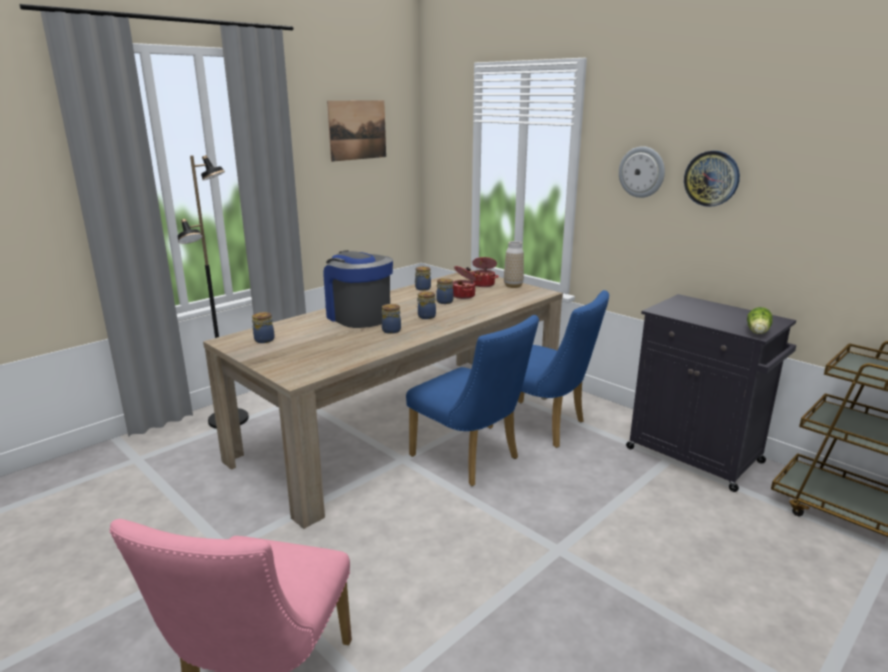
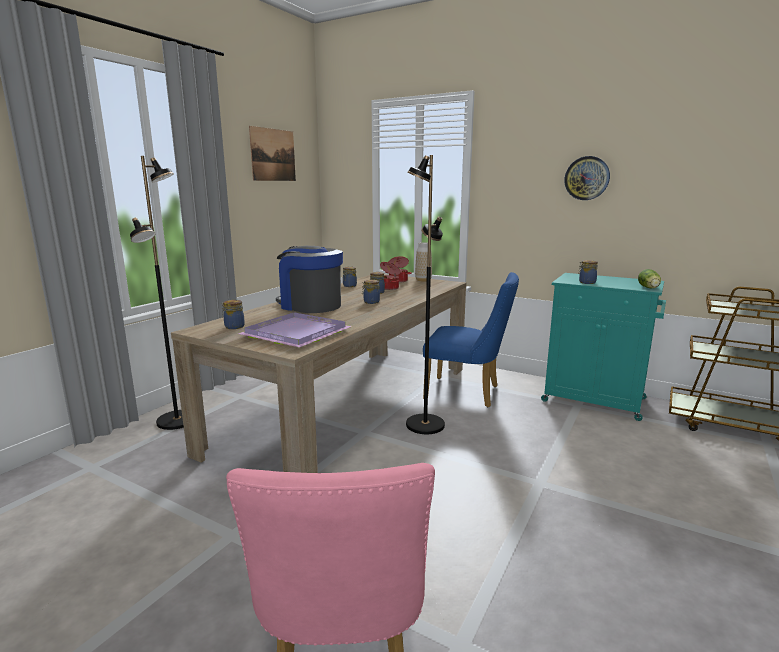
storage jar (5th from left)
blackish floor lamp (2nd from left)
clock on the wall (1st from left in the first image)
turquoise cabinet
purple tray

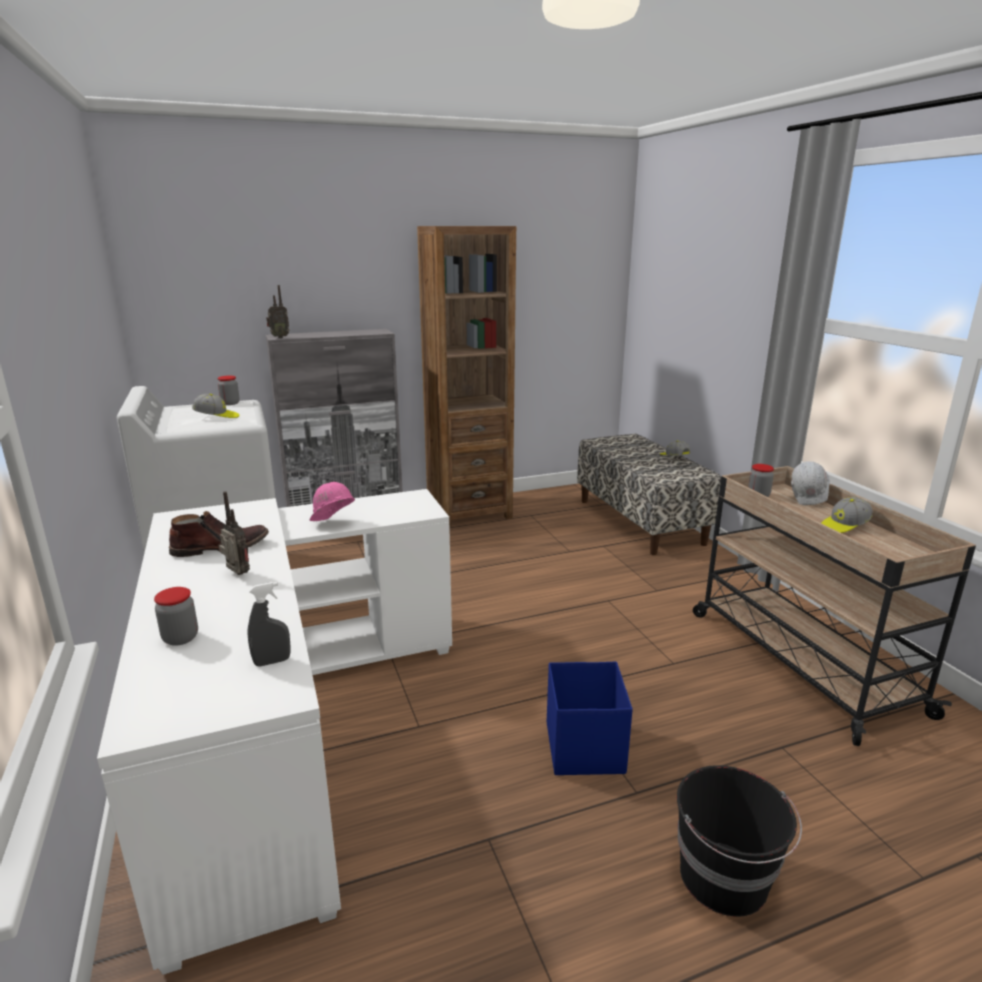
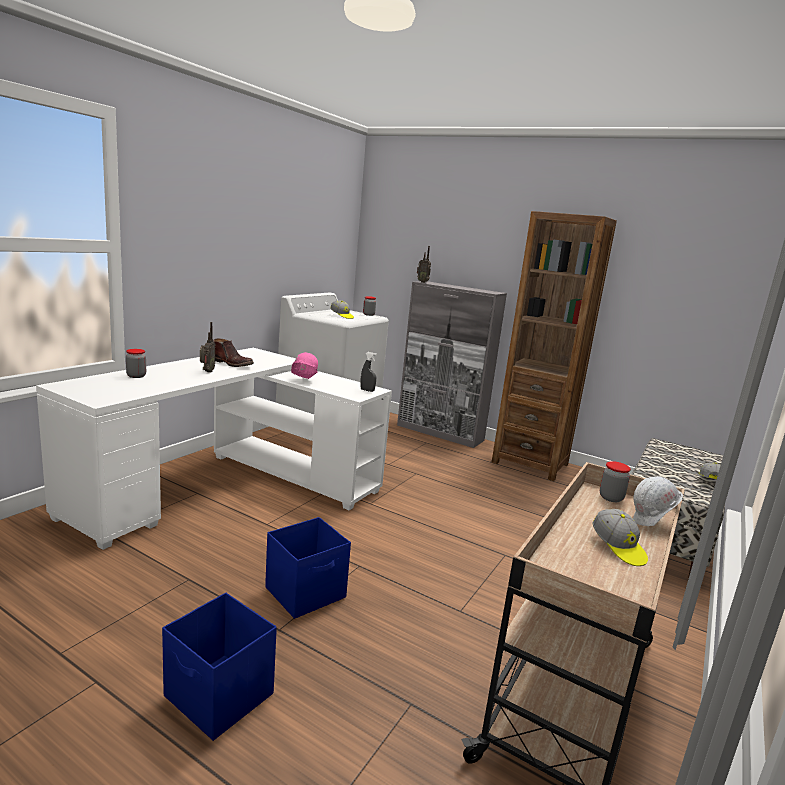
grey hand sprayer
blue-coloured storage bin (1st from left)
peaked cap (2nd from left)

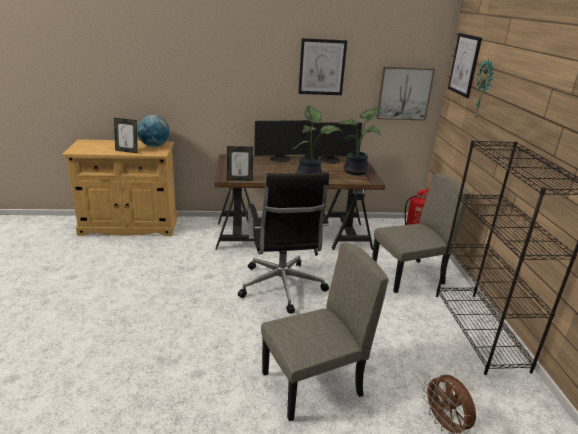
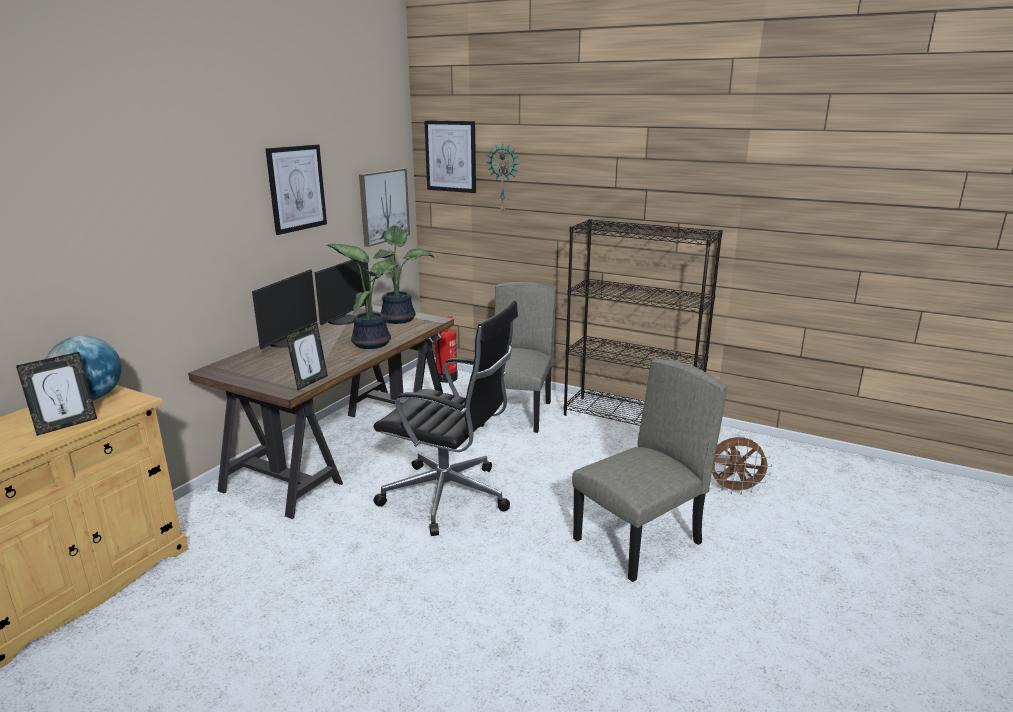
beige-coloured chair (2nd from left)

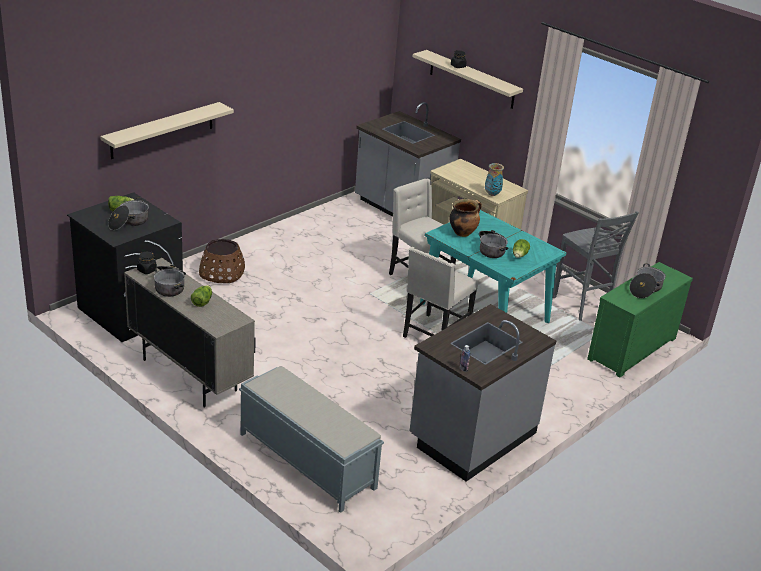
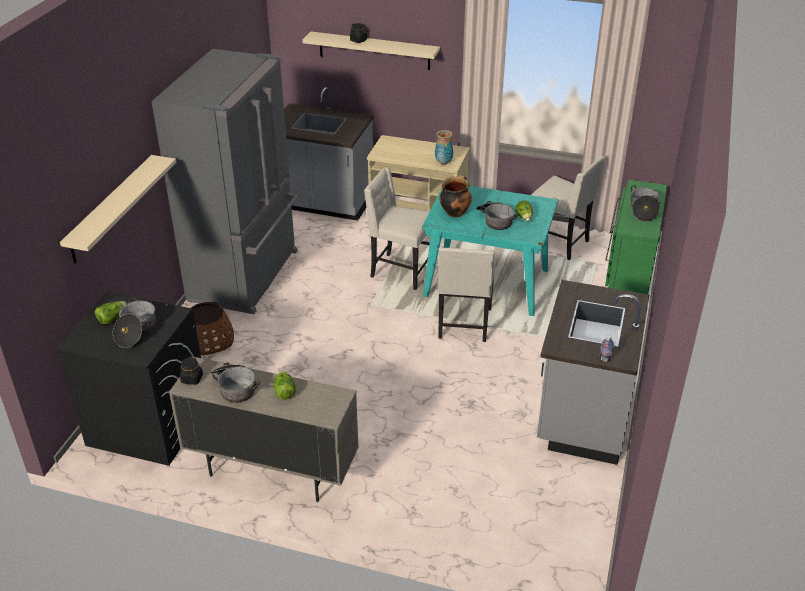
grey indoor bench
beige-coloured chair (3rd from left)
grey refrigerator

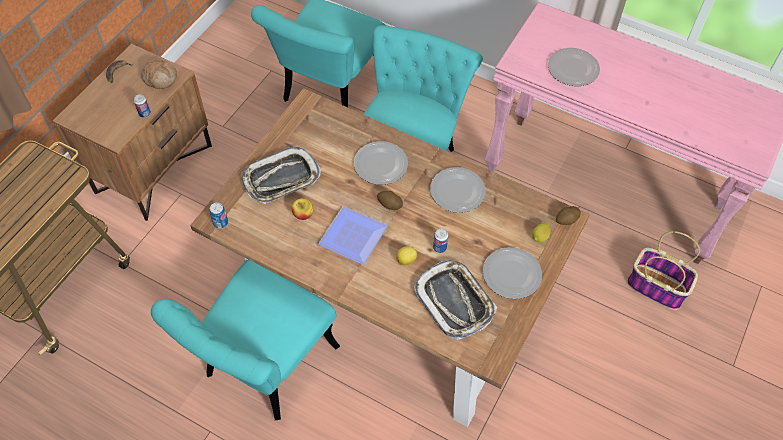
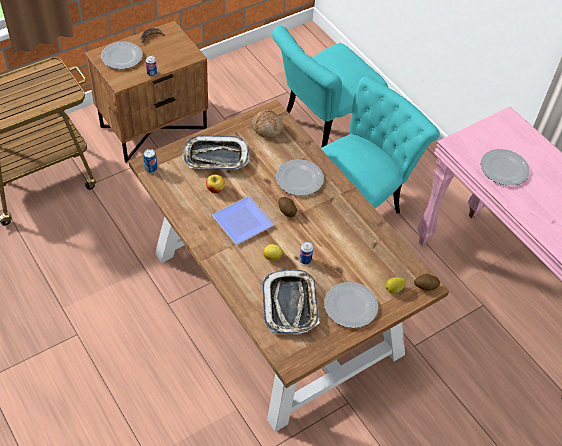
baked bread
turquoise chair (1st from left in the first image)
flat dish (1st from left)
storage basket

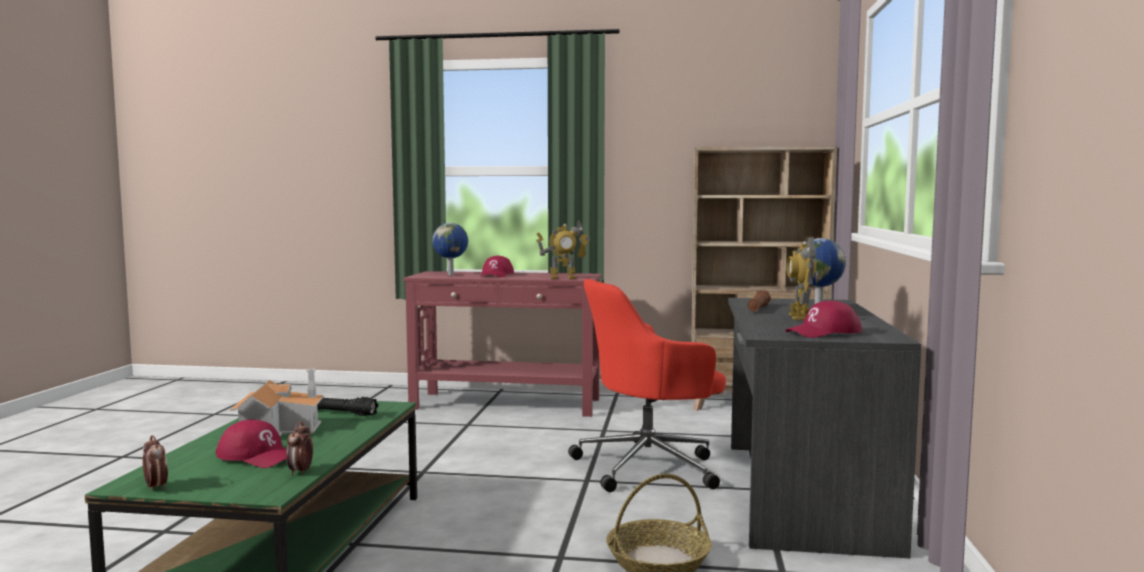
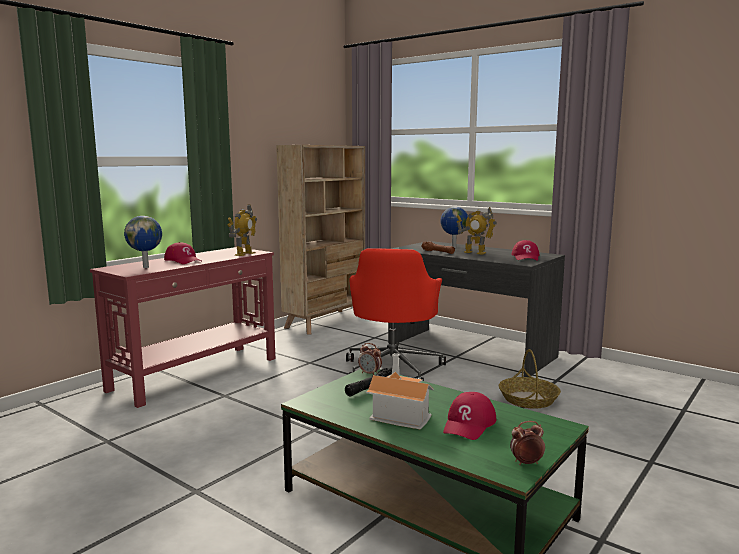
reddish peaked cap (2nd from left)
bedside clock (1st from left)

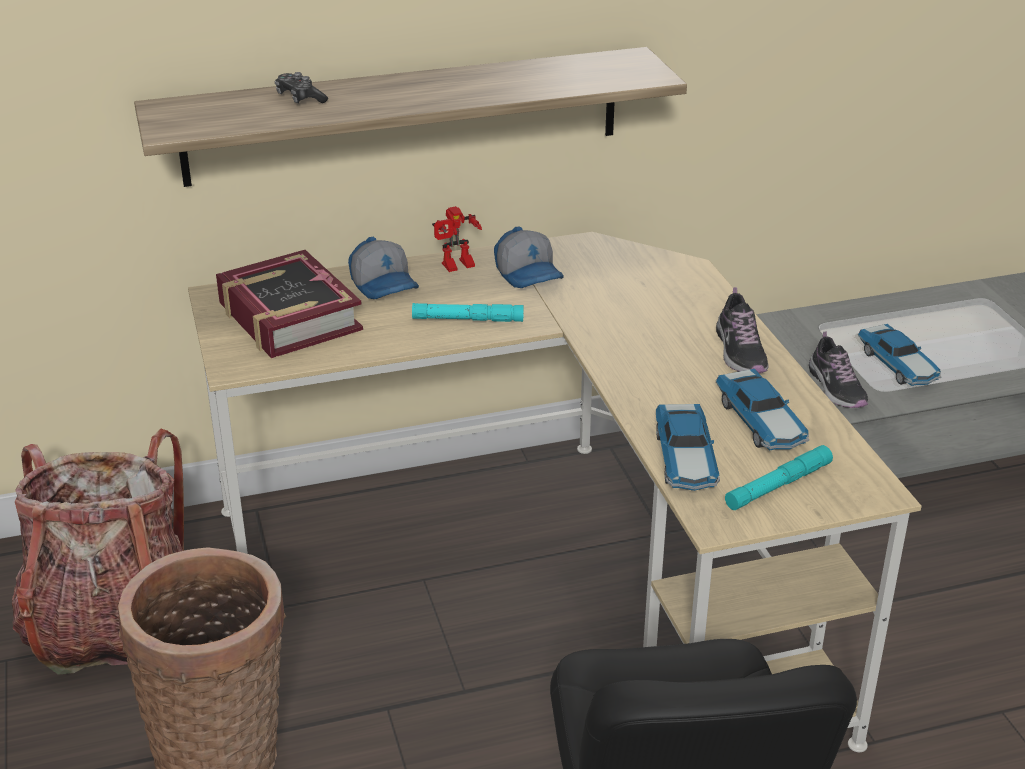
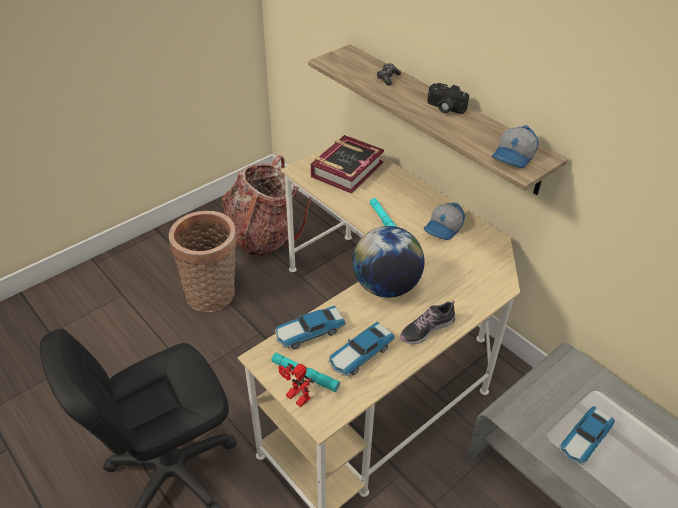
peaked cap (2nd from left)
robot figure
low shoe (2nd from left in the first image)
world globe
still camera

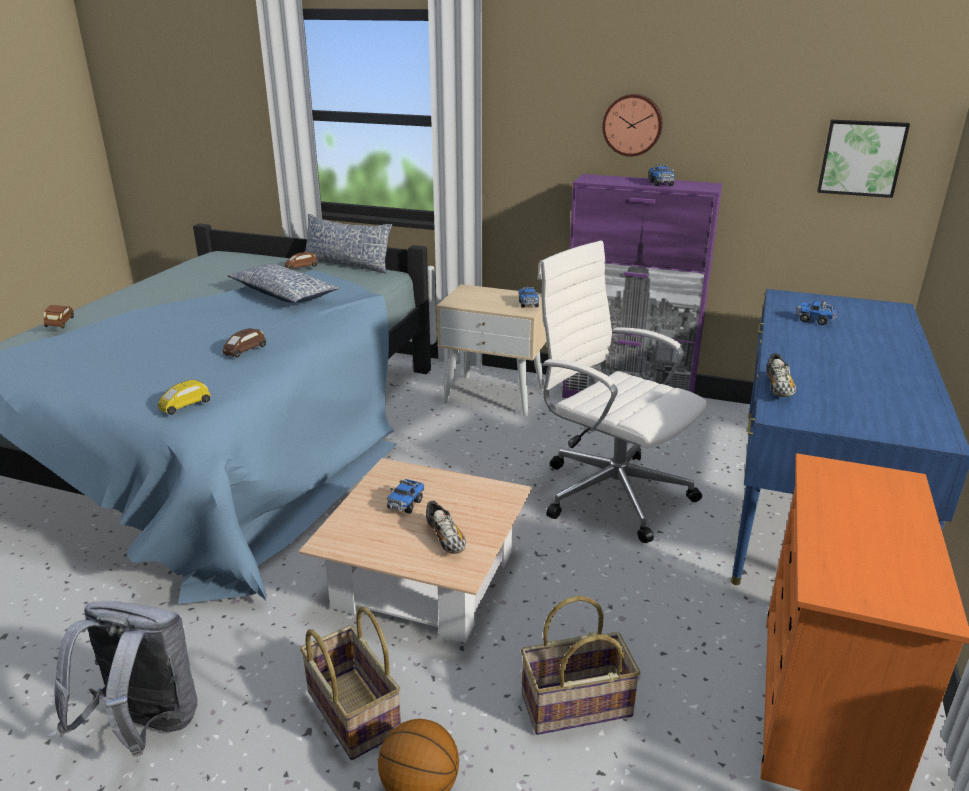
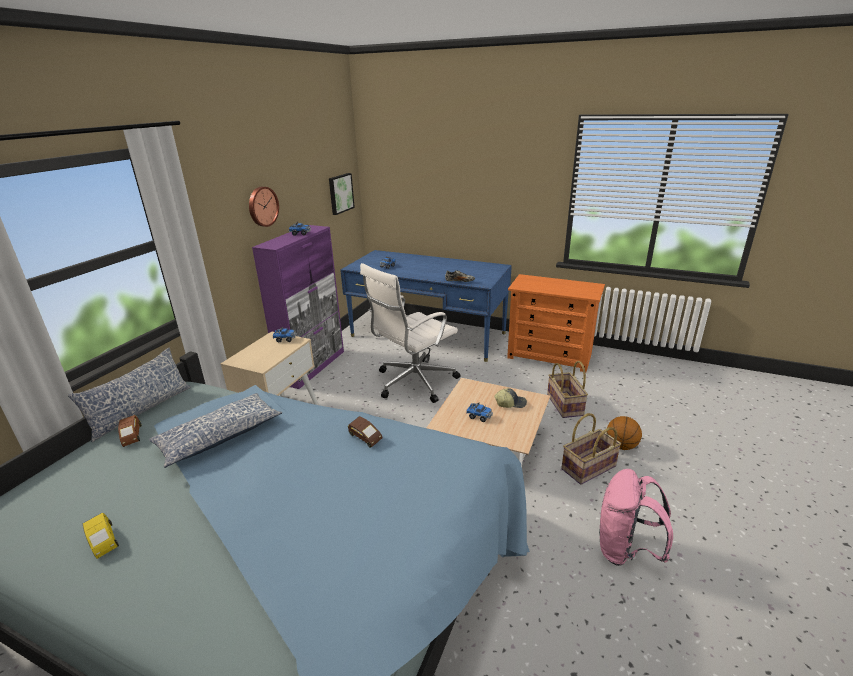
brown-coloured model car (1st from left in the first image)
pinkish knapsack
yellowish model car
peaked cap

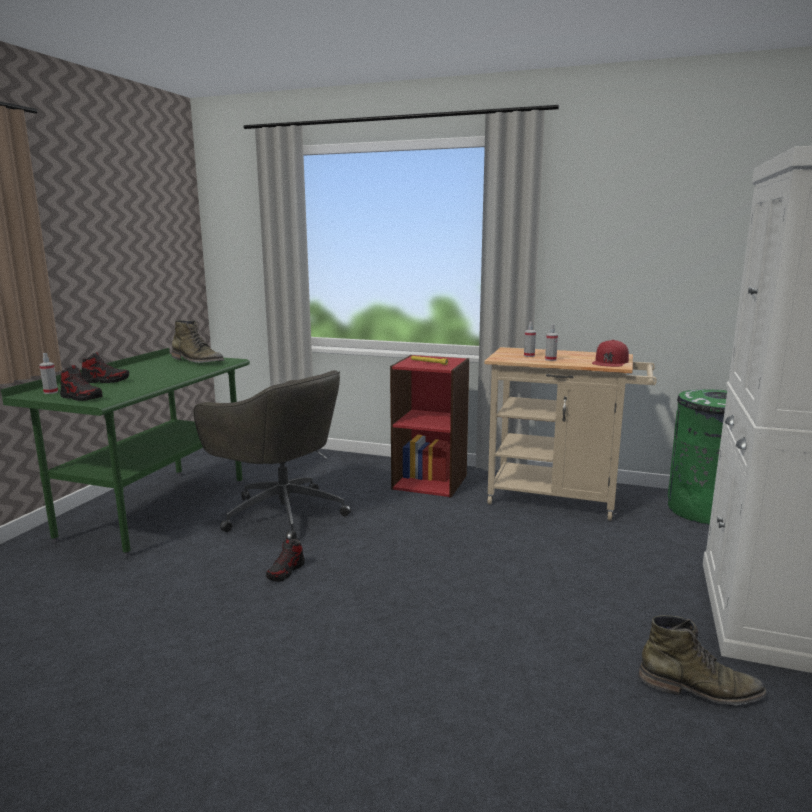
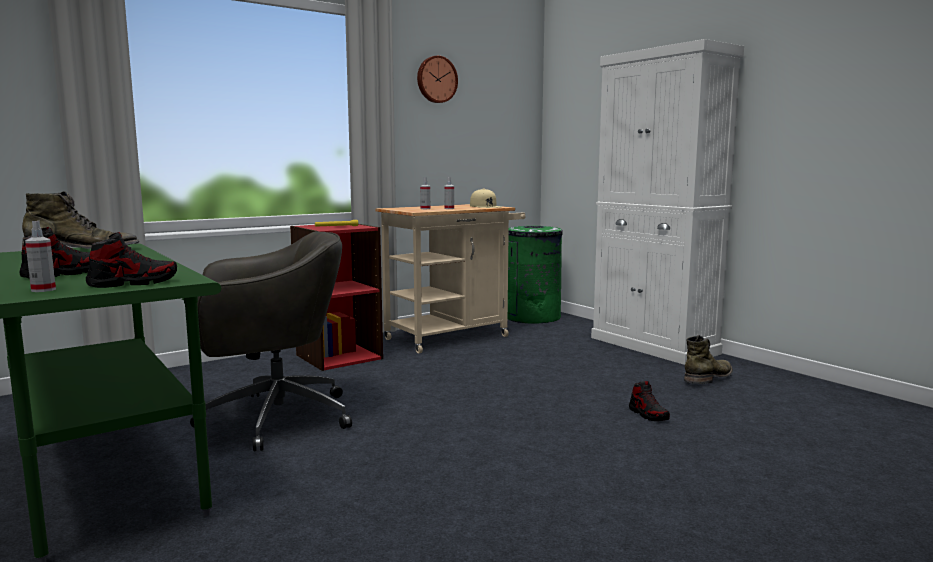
low shoe (3rd from left)
beige-coloured peaked cap
clock on the wall

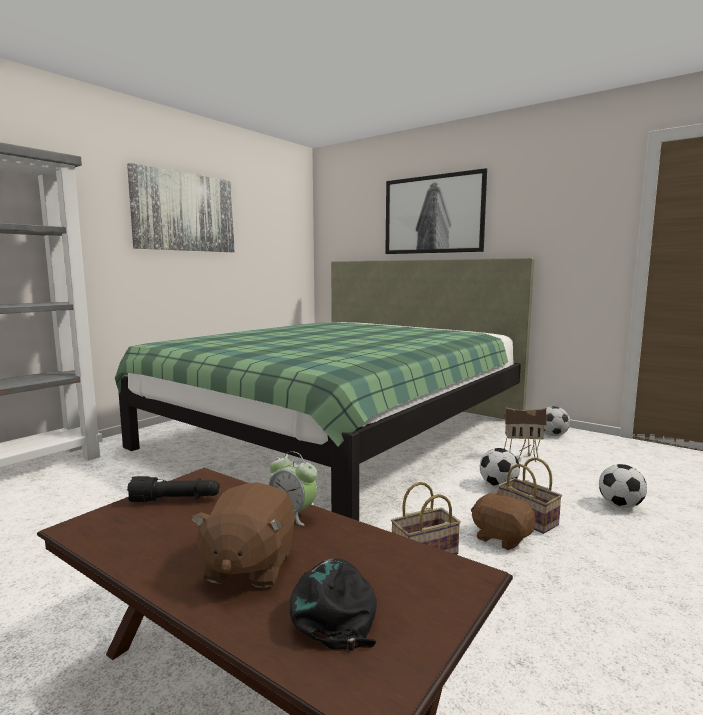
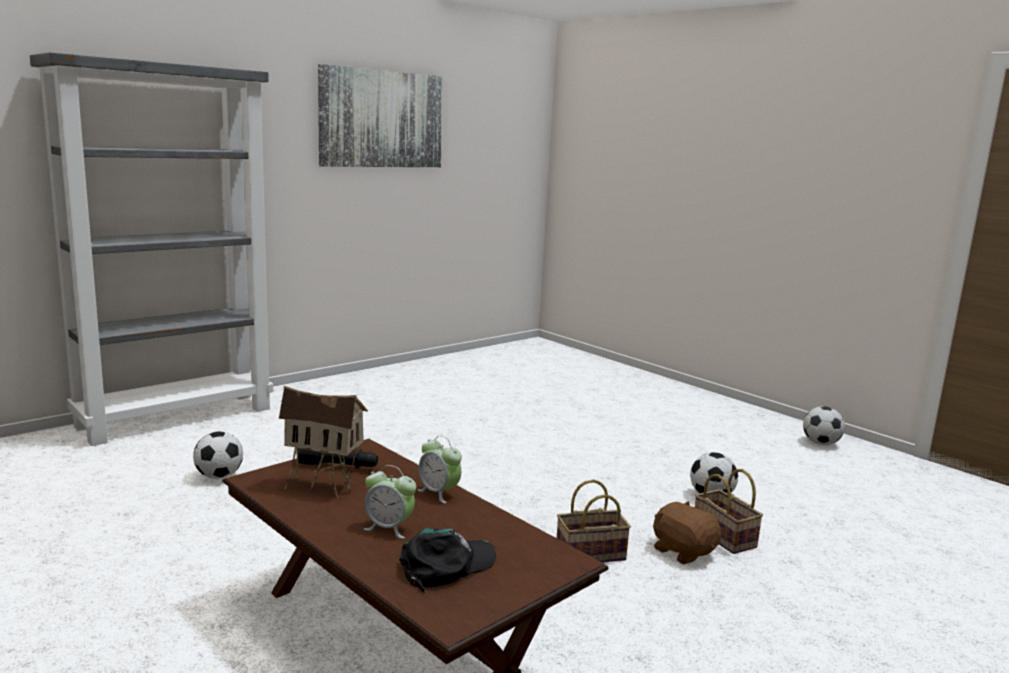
green-coloured bedroom bed
bedside clock (1st from left)
blackish peaked cap
picture (2nd from left in the first image)
toy house
football (1st from left)

